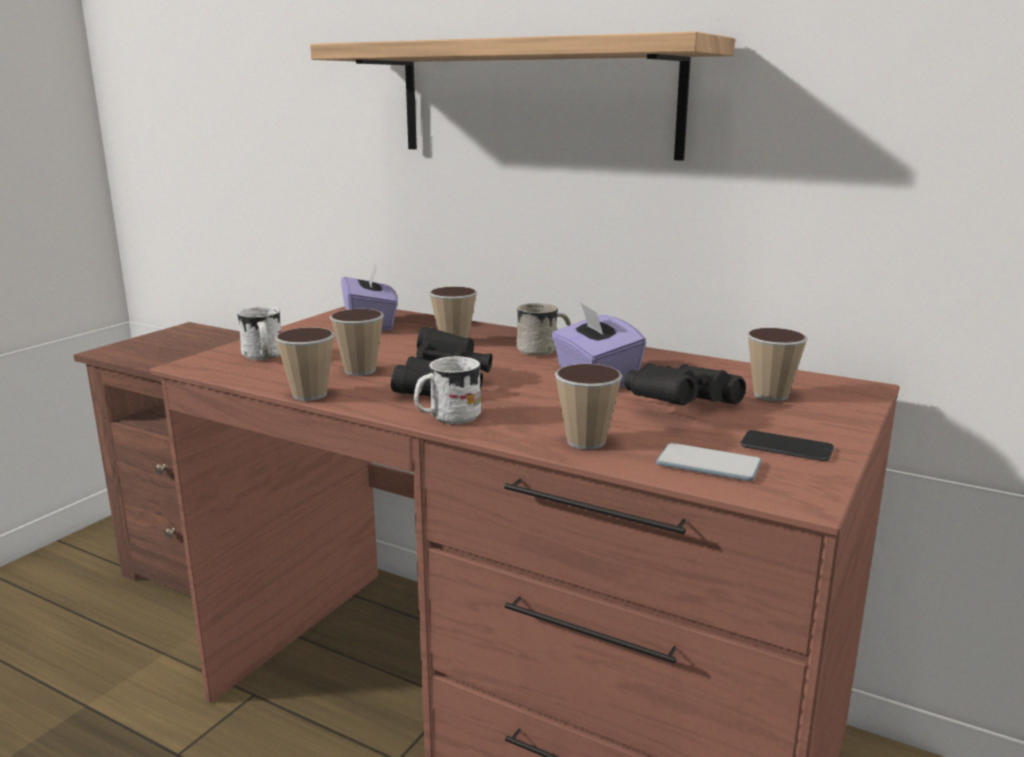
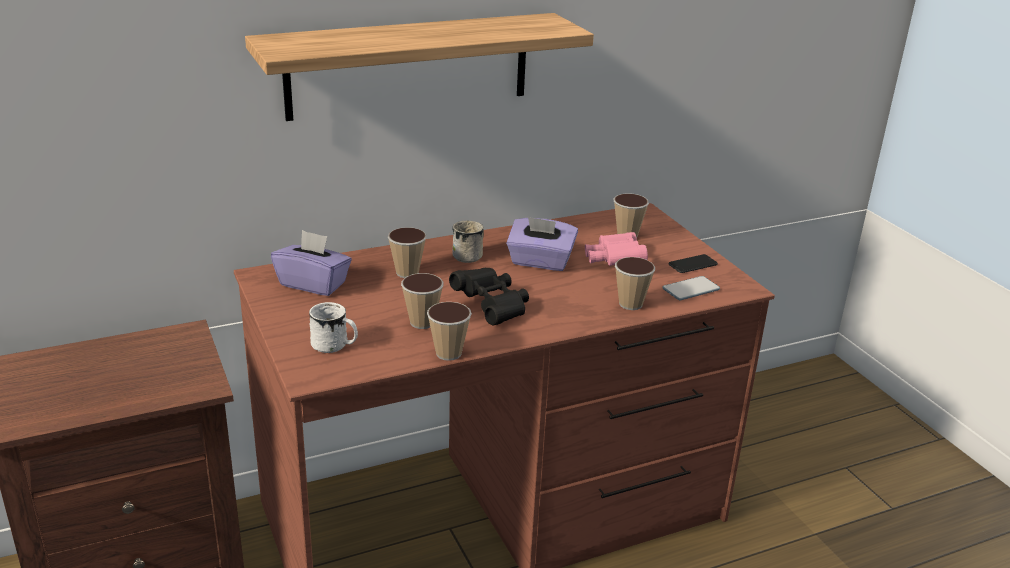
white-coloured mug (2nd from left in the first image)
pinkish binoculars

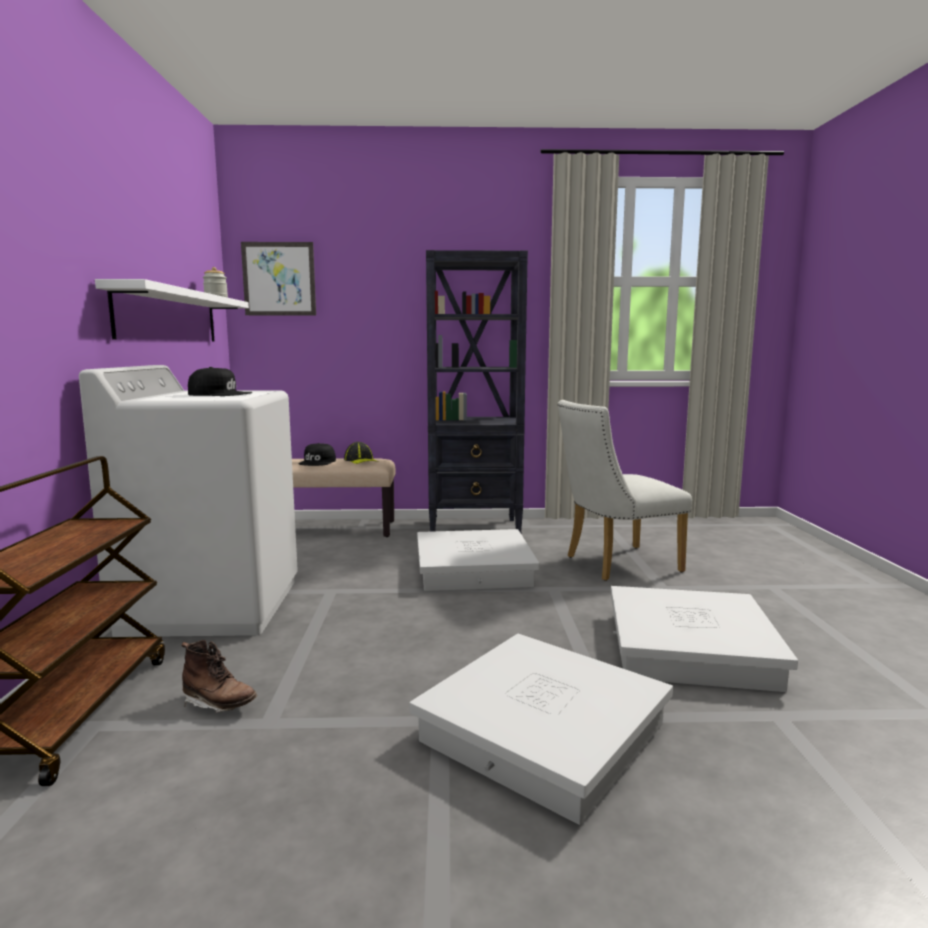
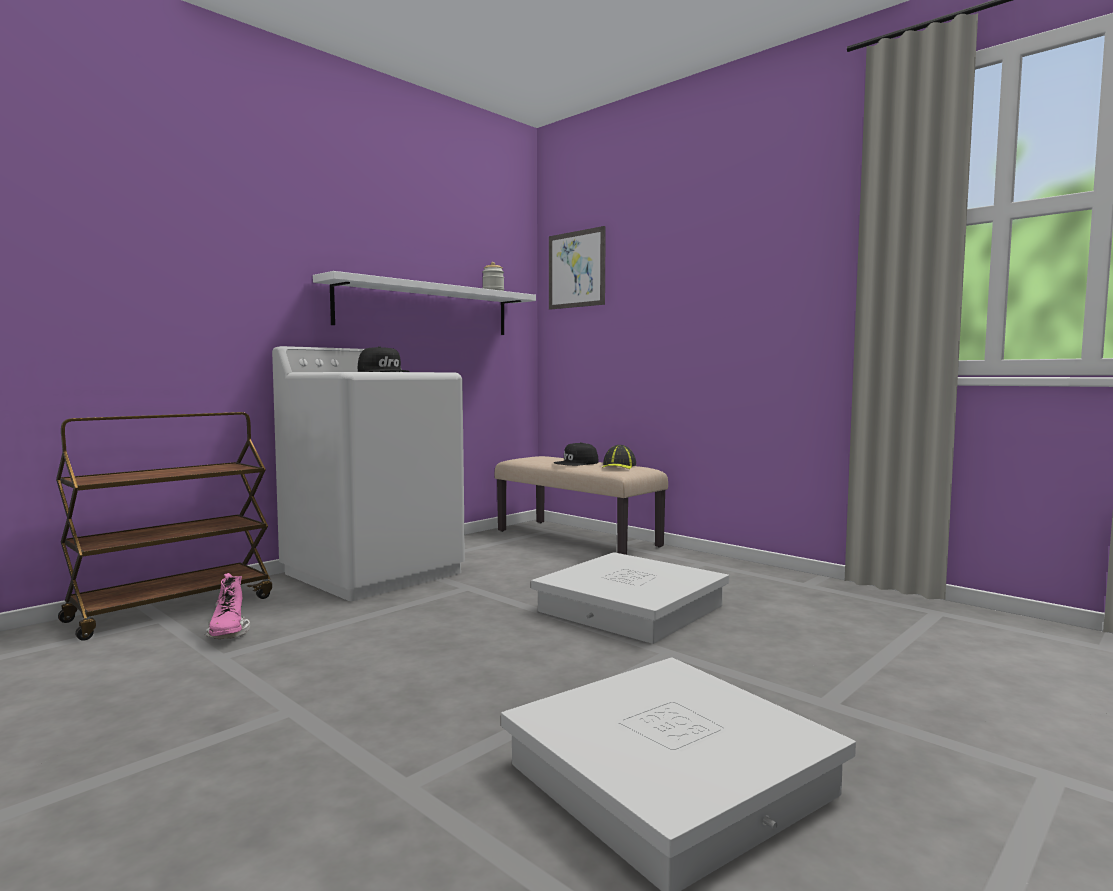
pinkish tall boot
white-coloured storage bin (2nd from left in the first image)
blackish bookshelf
white-coloured chair

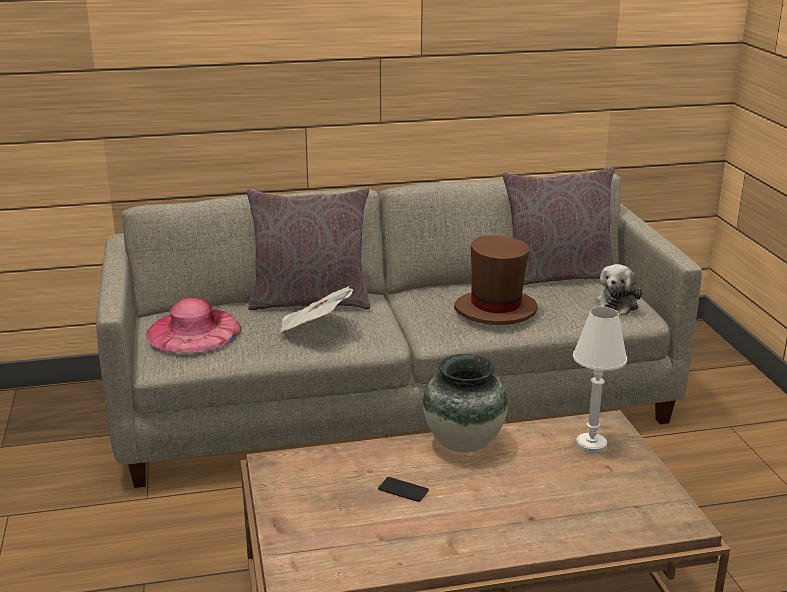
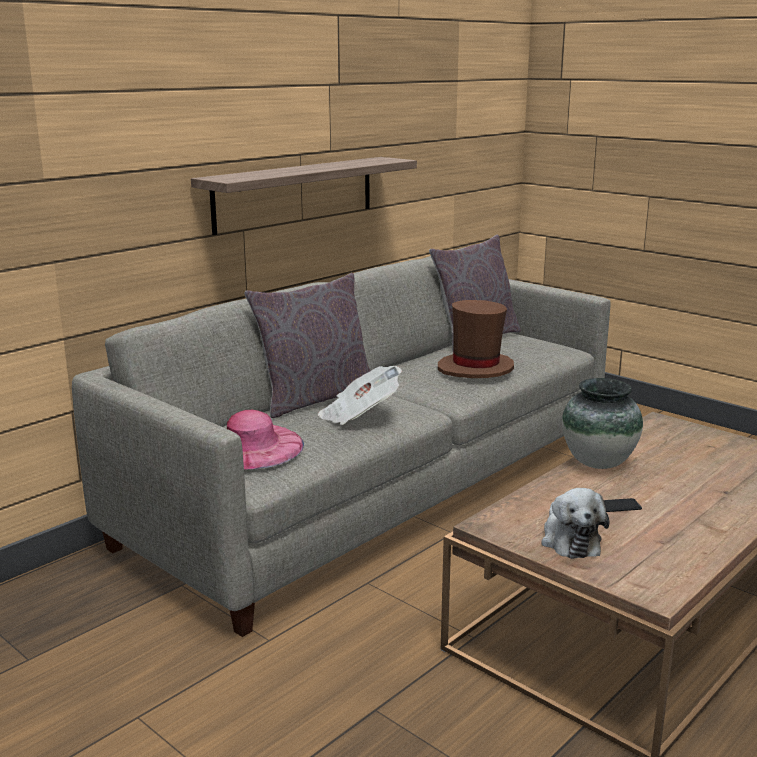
white-coloured table lamp
cuddly toy
wall shelf

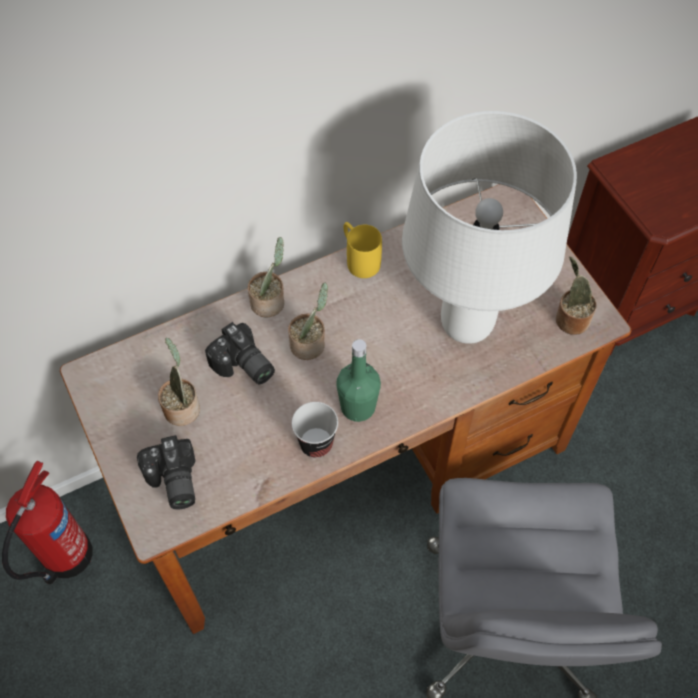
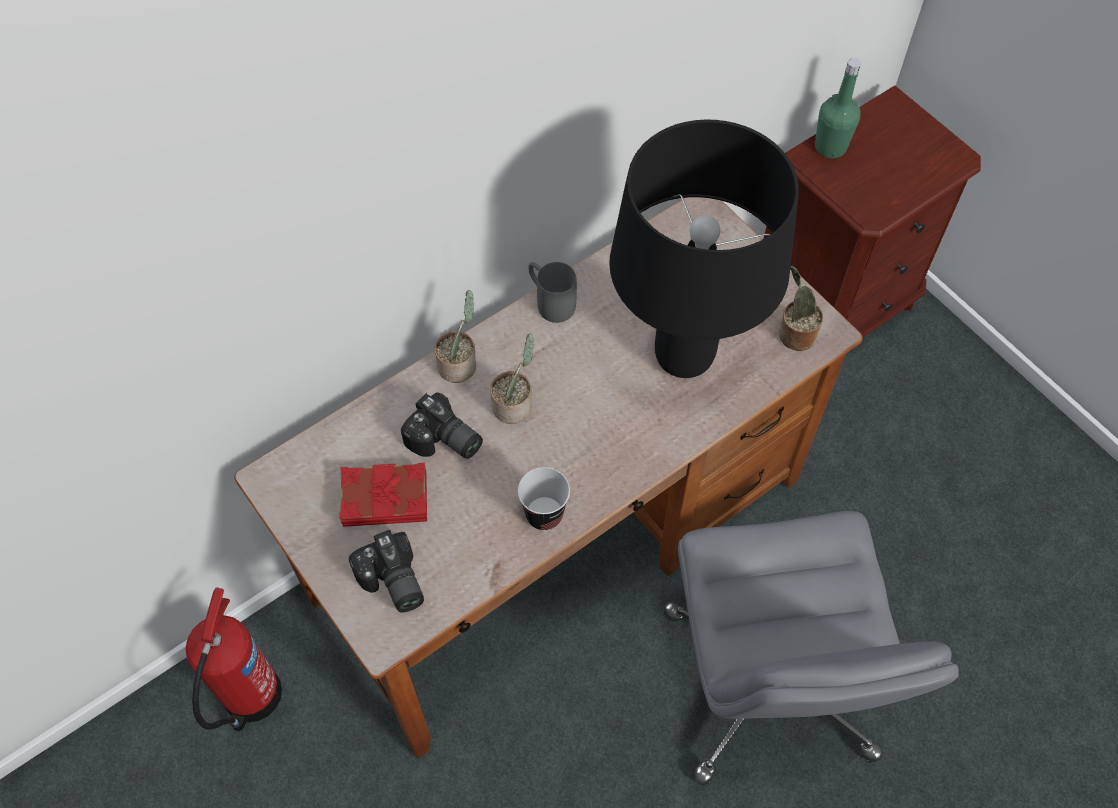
reddish bound book
green-coloured drink bottle
grey mug
blackish table lamp

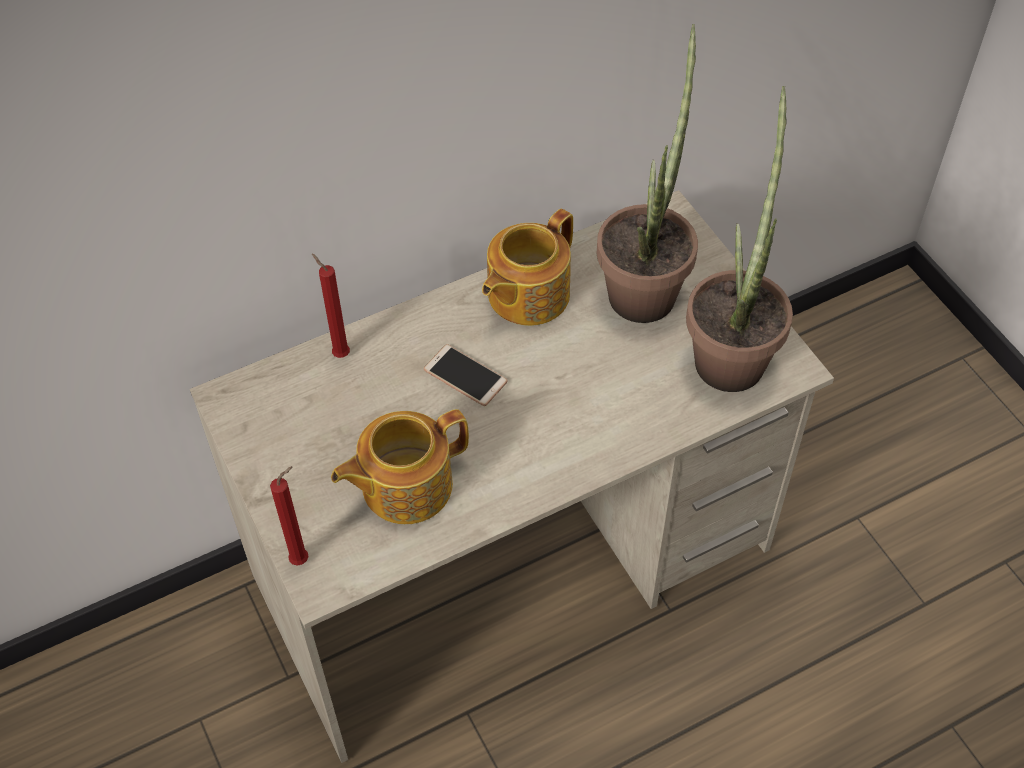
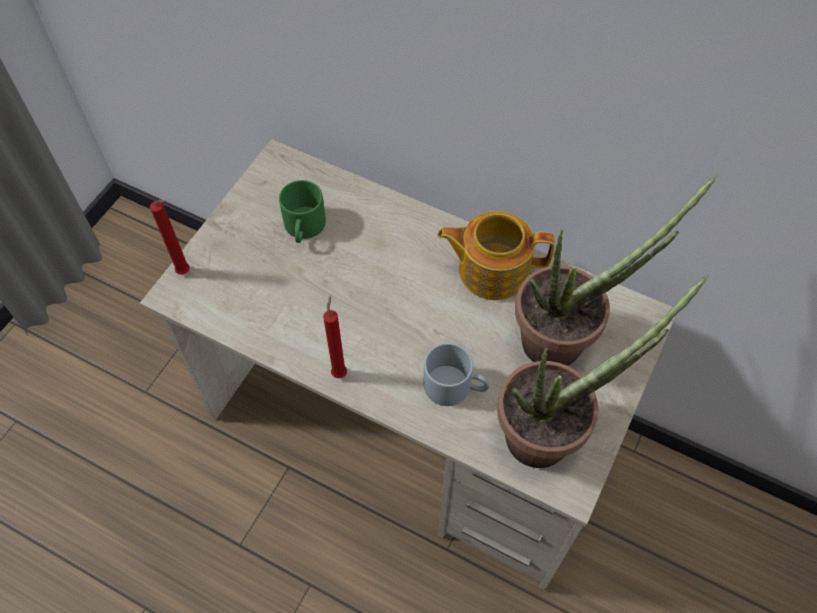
reddish candle (2nd from left)
tea pot (1st from left in the first image)
handset
green-coloured mug
grey mug

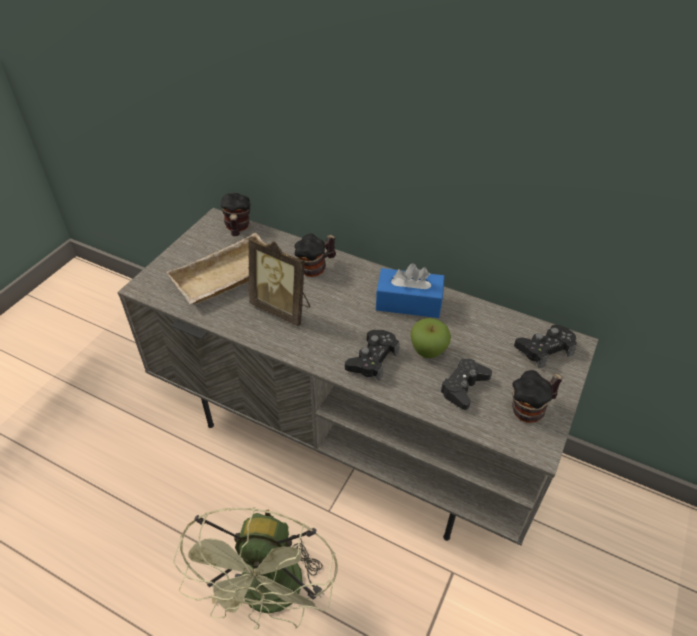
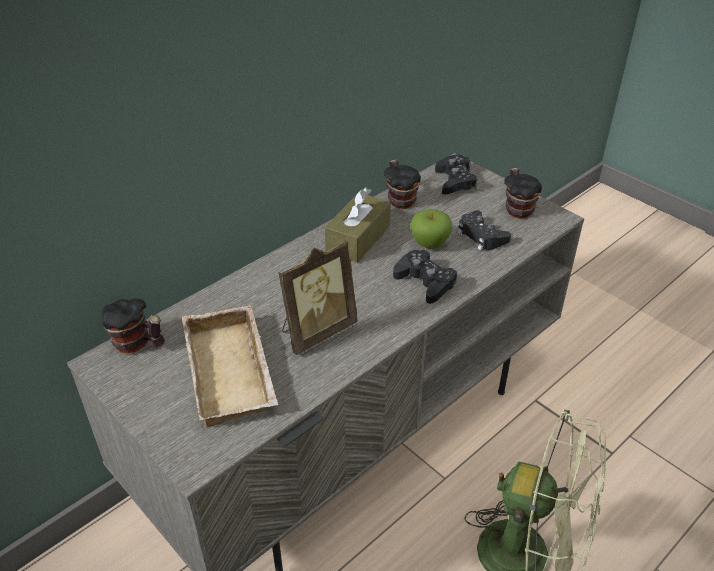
mug (2nd from left)
brown-coloured tissue holder

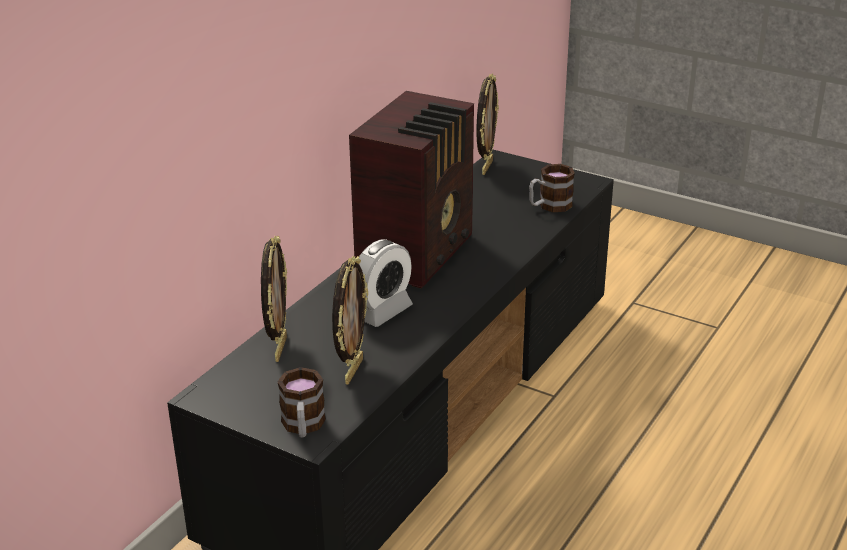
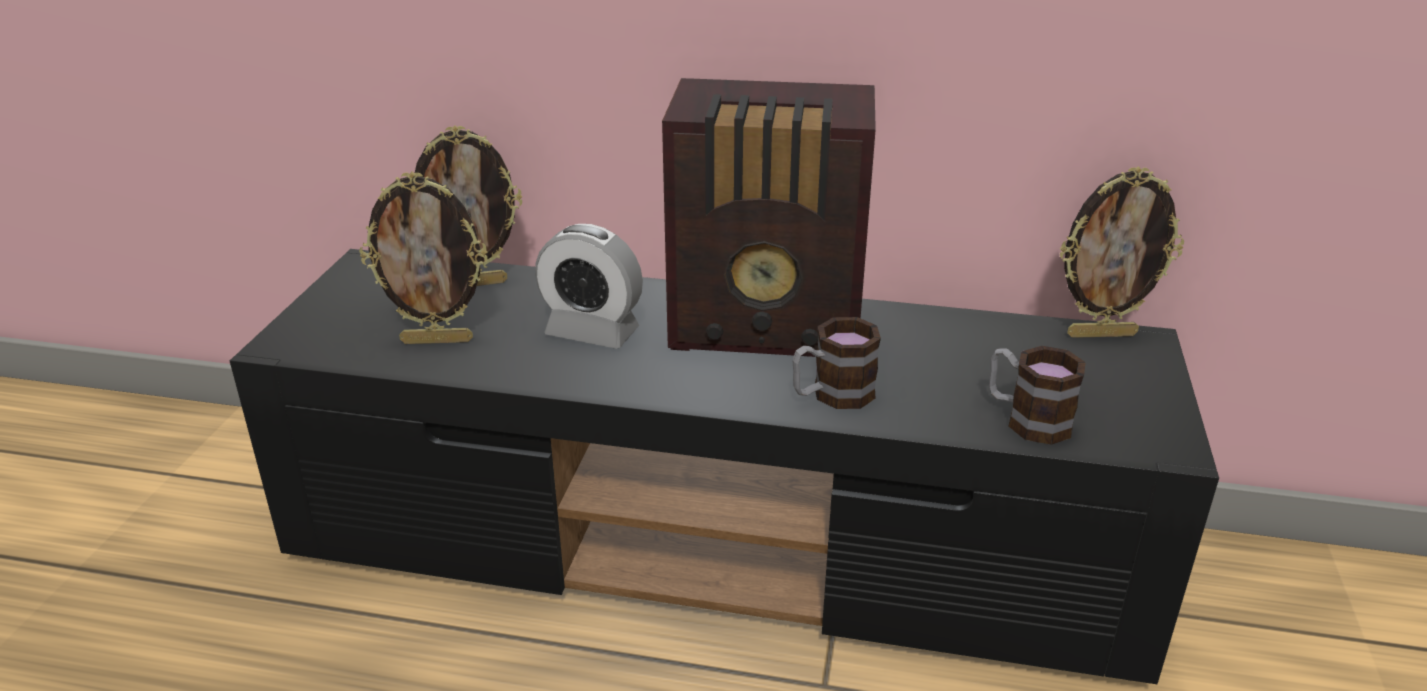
mug (1st from left)

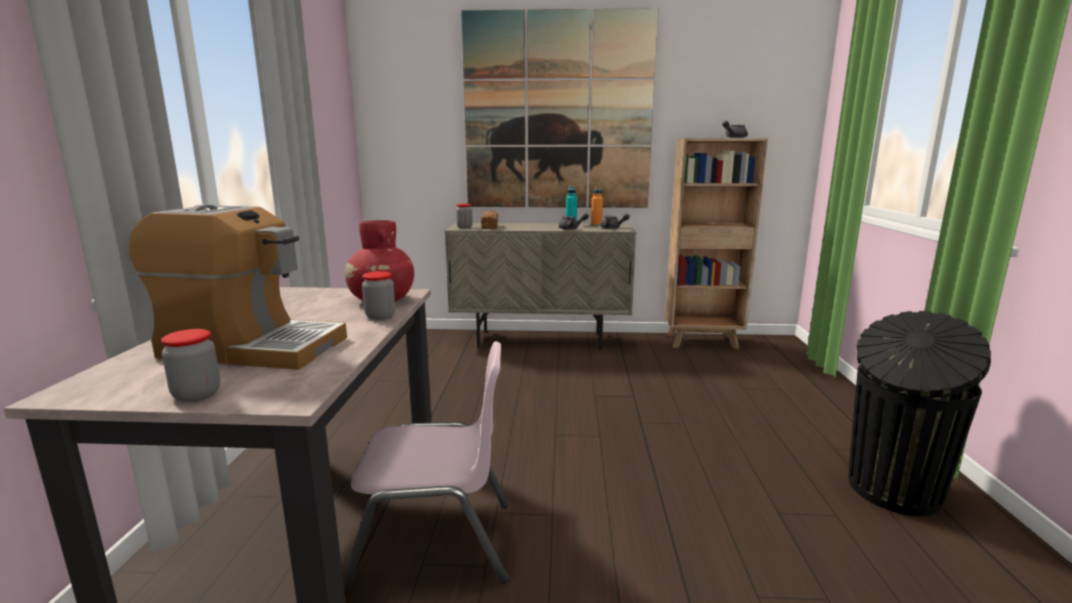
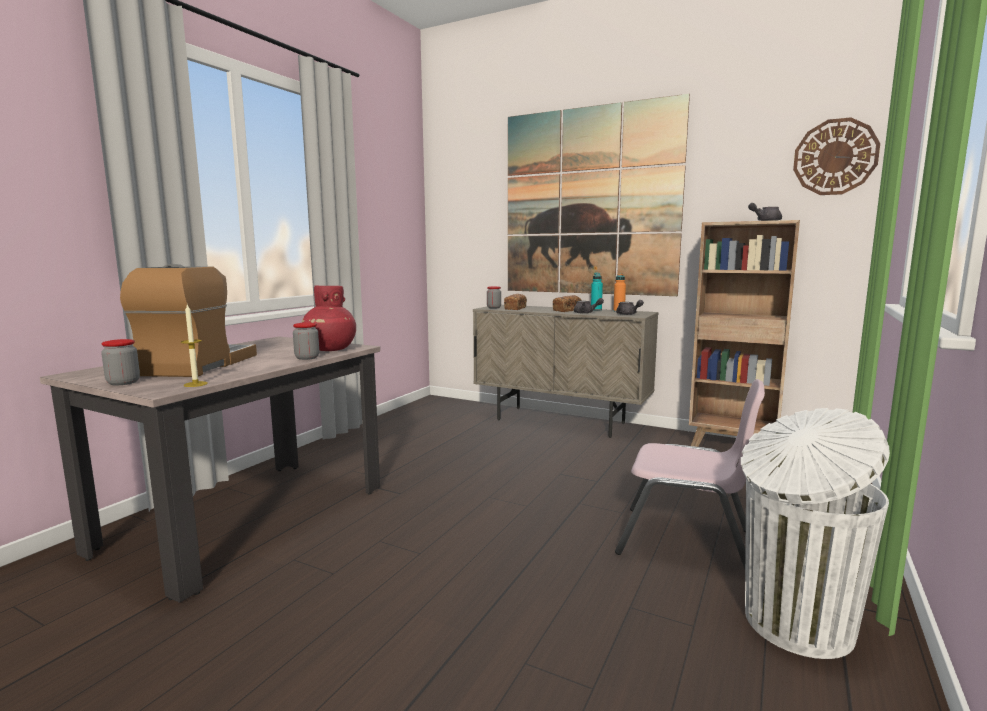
coffee machine
pinkish chair
white-coloured waste bin
candle
baked bread (2nd from left)
clock on the wall

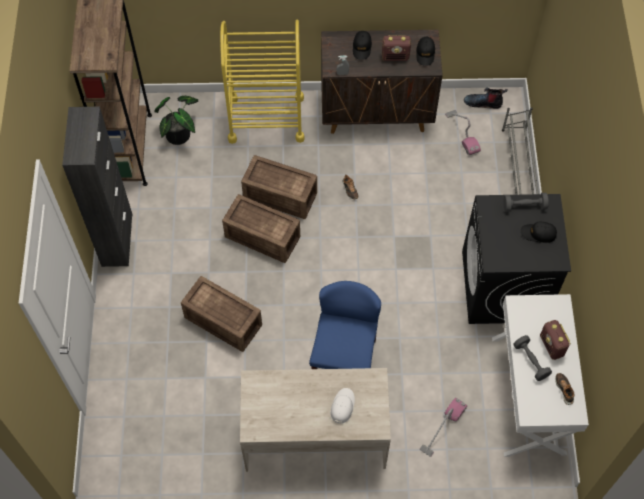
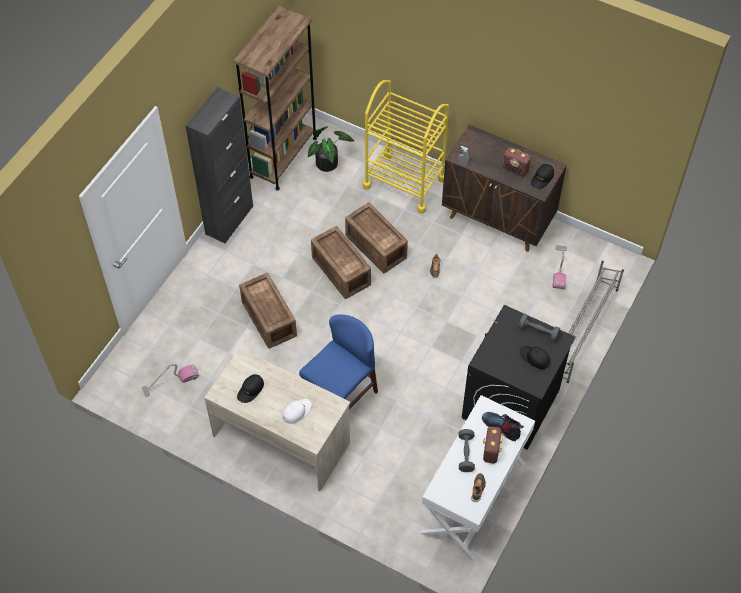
blackish peaked cap (1st from left)
vacuum cleaner (1st from left)
tall boot

